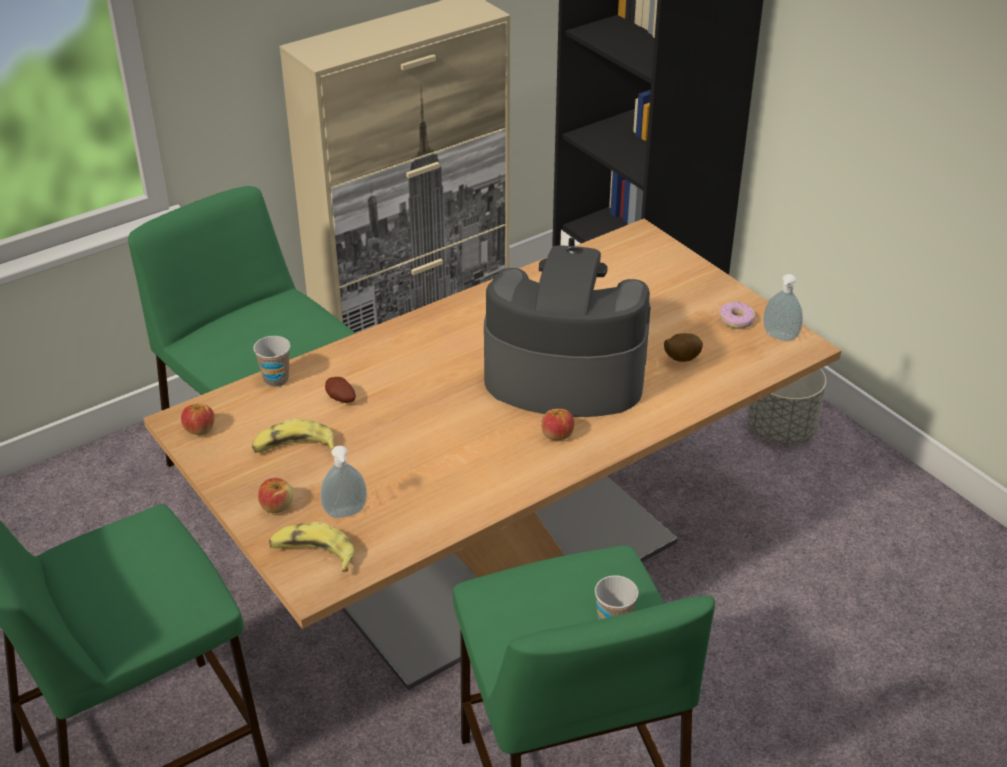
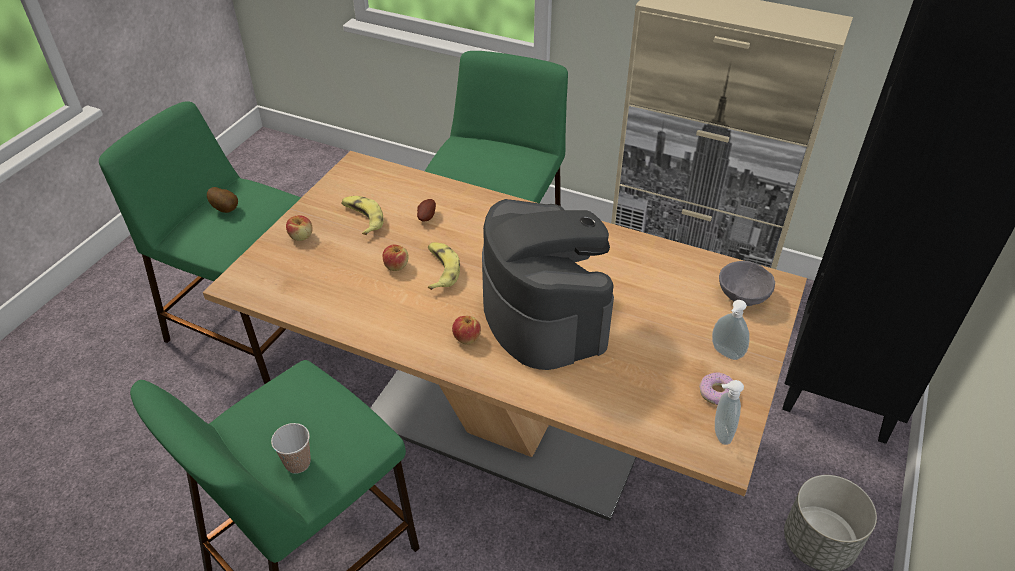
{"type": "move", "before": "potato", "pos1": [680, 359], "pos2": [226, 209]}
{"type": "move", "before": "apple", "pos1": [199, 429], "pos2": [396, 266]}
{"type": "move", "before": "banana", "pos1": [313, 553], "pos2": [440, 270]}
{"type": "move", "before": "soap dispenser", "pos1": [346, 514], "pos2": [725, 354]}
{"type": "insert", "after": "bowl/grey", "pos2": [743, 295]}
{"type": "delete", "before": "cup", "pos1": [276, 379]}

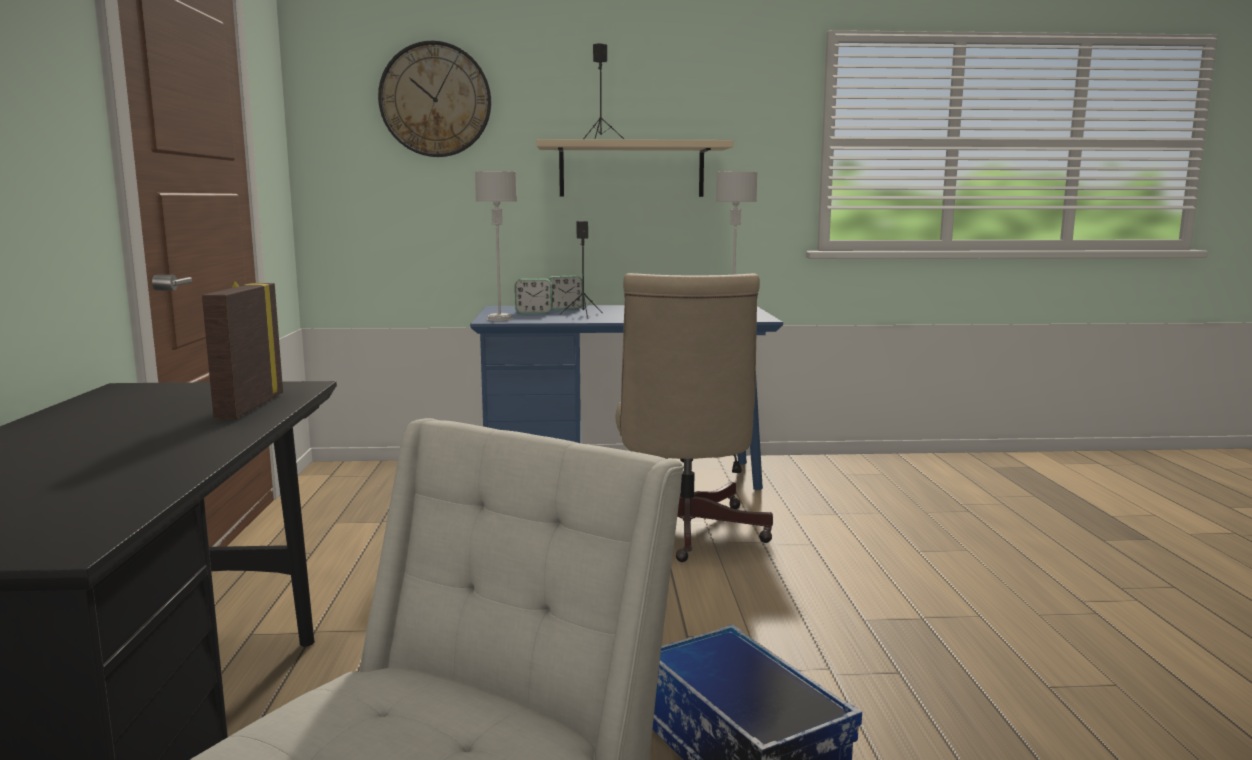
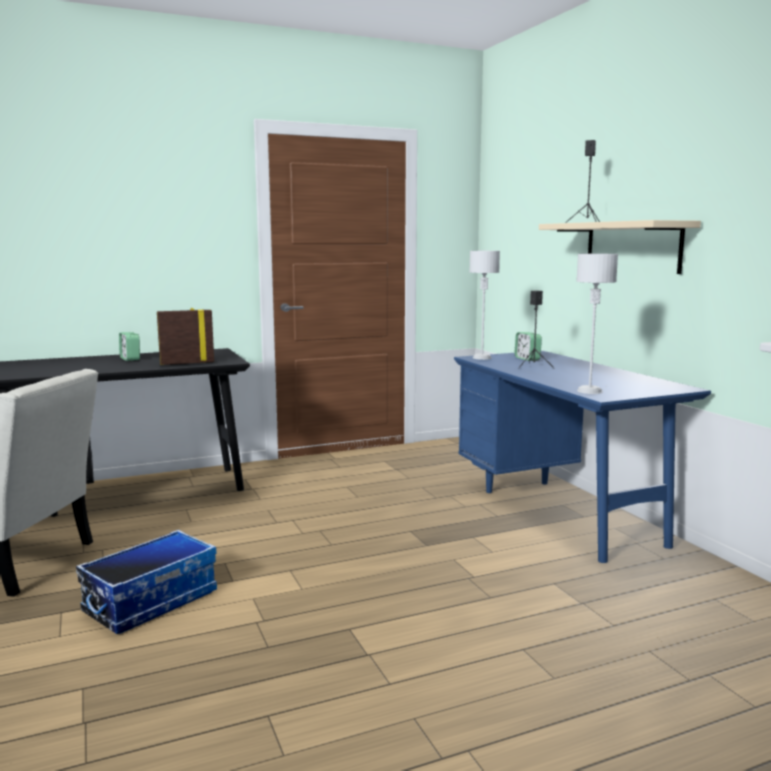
{"type": "move", "before": "alarm clock", "pos1": [564, 308], "pos2": [130, 359]}
{"type": "delete", "before": "wall clock", "pos1": [435, 100]}
{"type": "delete", "before": "office chair/beige", "pos1": [684, 534]}

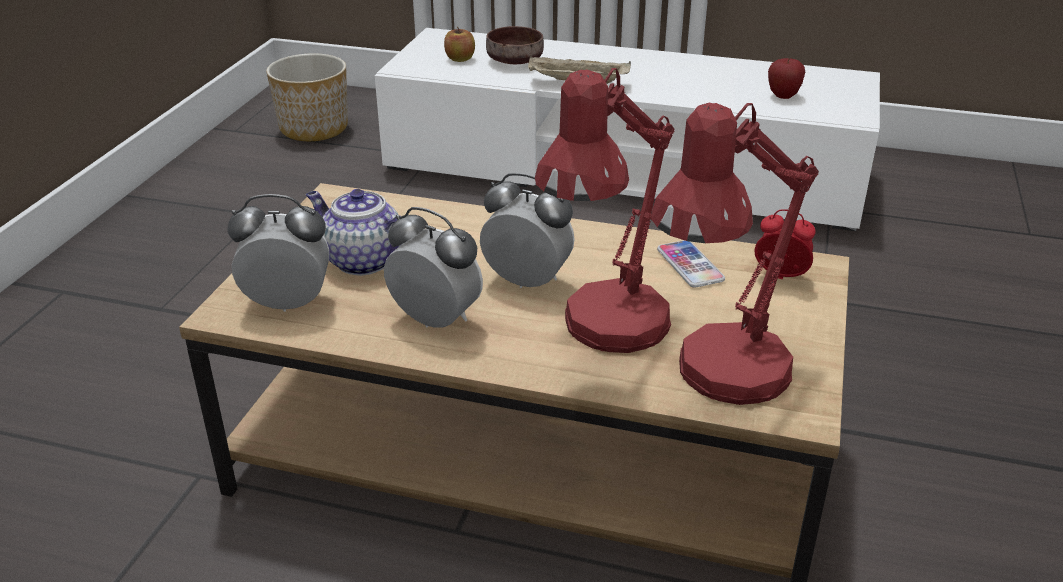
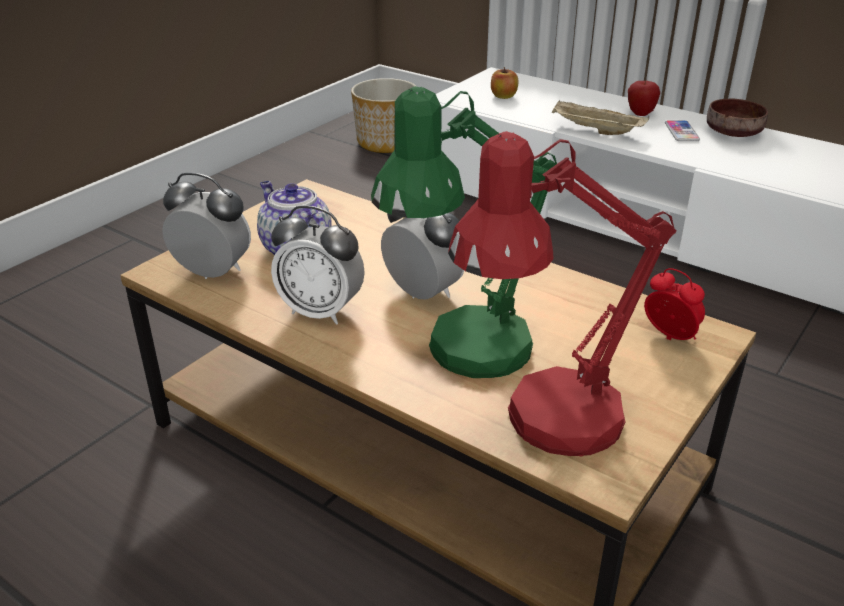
{"type": "rotate", "before": "alarm clock", "pos1": [435, 320], "pos2": [321, 311], "turn": 150}
{"type": "recolor", "before": "table lamp/red", "after": "table lamp/green", "pos1": [605, 333], "pos2": [462, 355]}
{"type": "move", "before": "apple", "pos1": [783, 96], "pos2": [640, 113]}
{"type": "move", "before": "phone", "pos1": [690, 265], "pos2": [681, 132]}
{"type": "move", "before": "bowl/brown", "pos1": [516, 60], "pos2": [734, 133]}

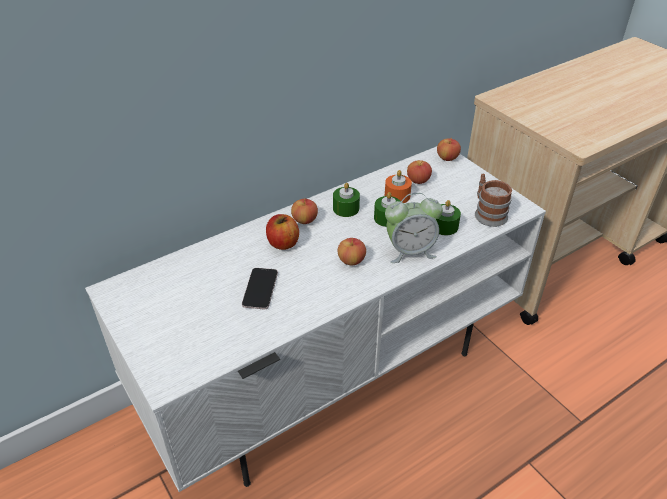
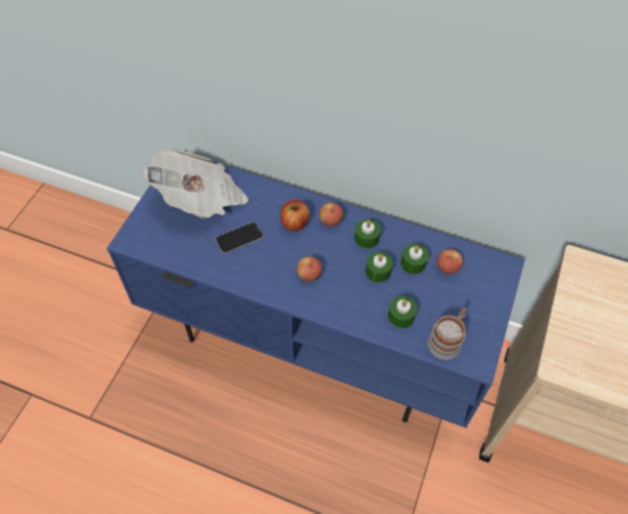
{"type": "recolor", "before": "tv stand/white", "after": "tv stand/blue", "pos1": [332, 371], "pos2": [316, 335]}
{"type": "insert", "after": "newspaper", "pos2": [201, 199]}
{"type": "recolor", "before": "candle/orange", "after": "candle/green", "pos1": [397, 196], "pos2": [413, 263]}
{"type": "delete", "before": "alarm clock", "pos1": [410, 251]}
{"type": "delete", "before": "apple", "pos1": [447, 158]}

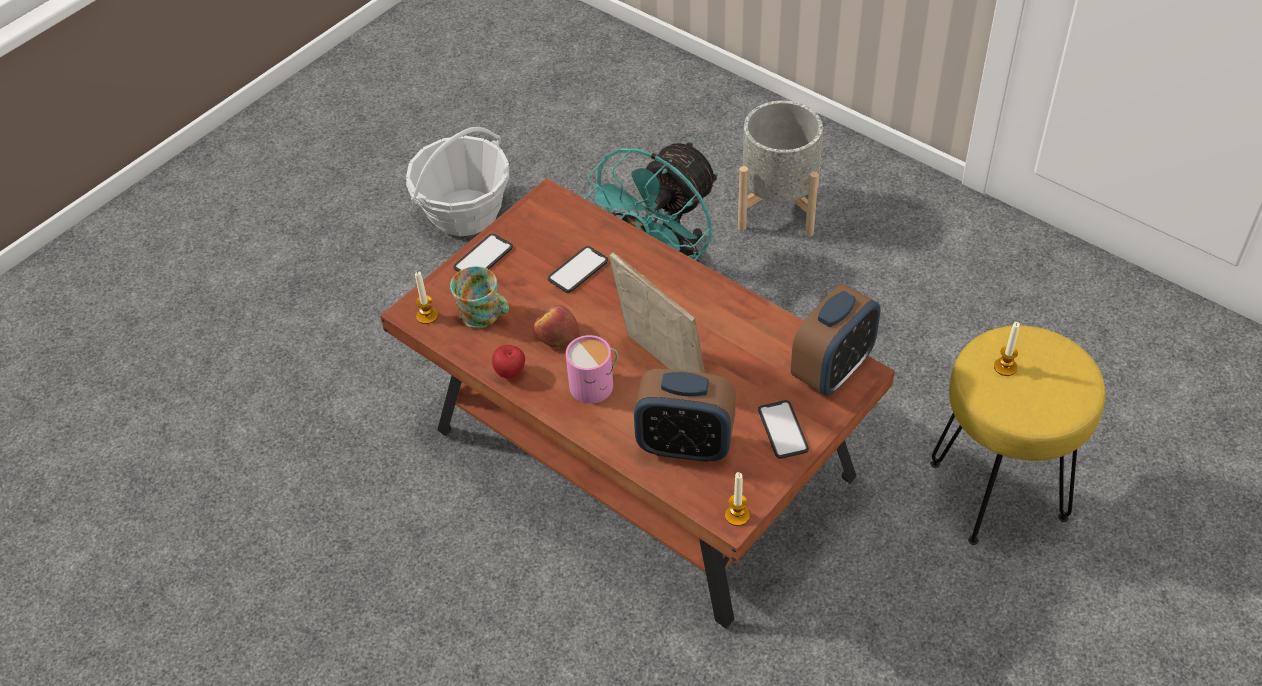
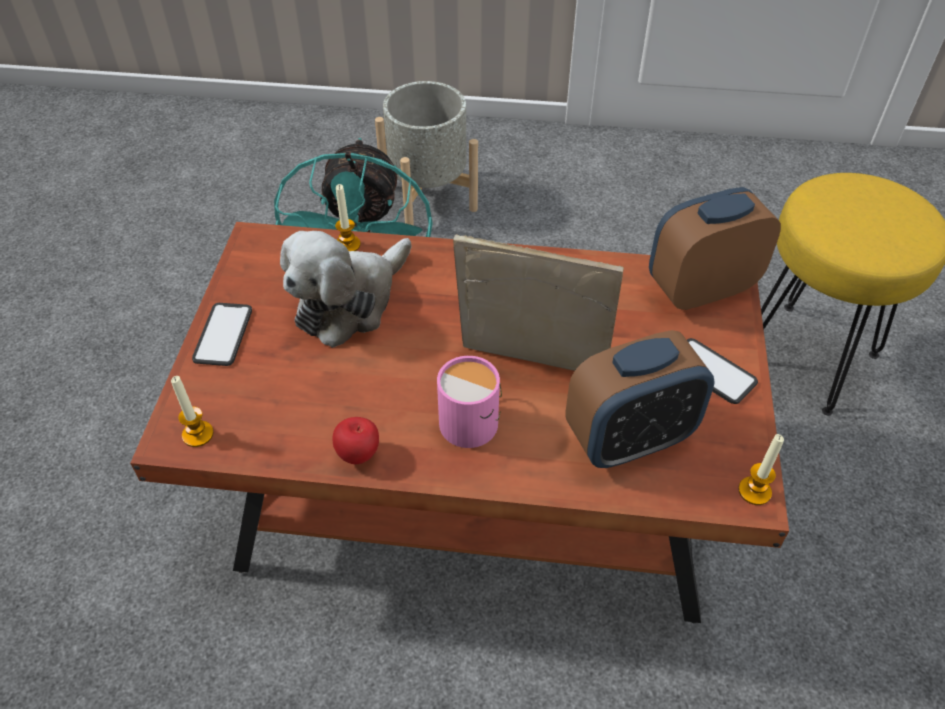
{"type": "replace", "before": "phone", "after": "plush toy", "pos1": [578, 270], "pos2": [349, 302]}
{"type": "move", "before": "candle", "pos1": [1005, 367], "pos2": [347, 245]}
{"type": "rotate", "before": "alarm clock", "pos1": [832, 370], "pos2": [701, 289], "turn": -120}
{"type": "delete", "before": "basket", "pos1": [464, 213]}
{"type": "delete", "before": "mug", "pos1": [484, 316]}
{"type": "delete", "before": "apple", "pos1": [556, 335]}

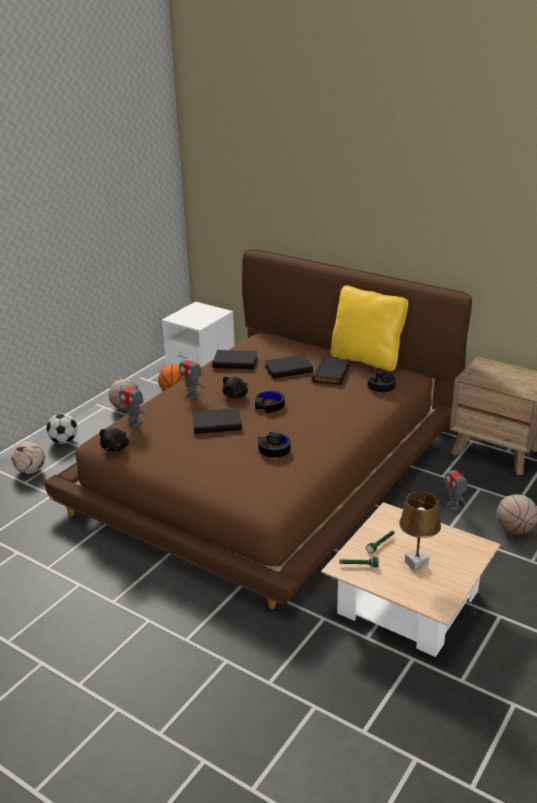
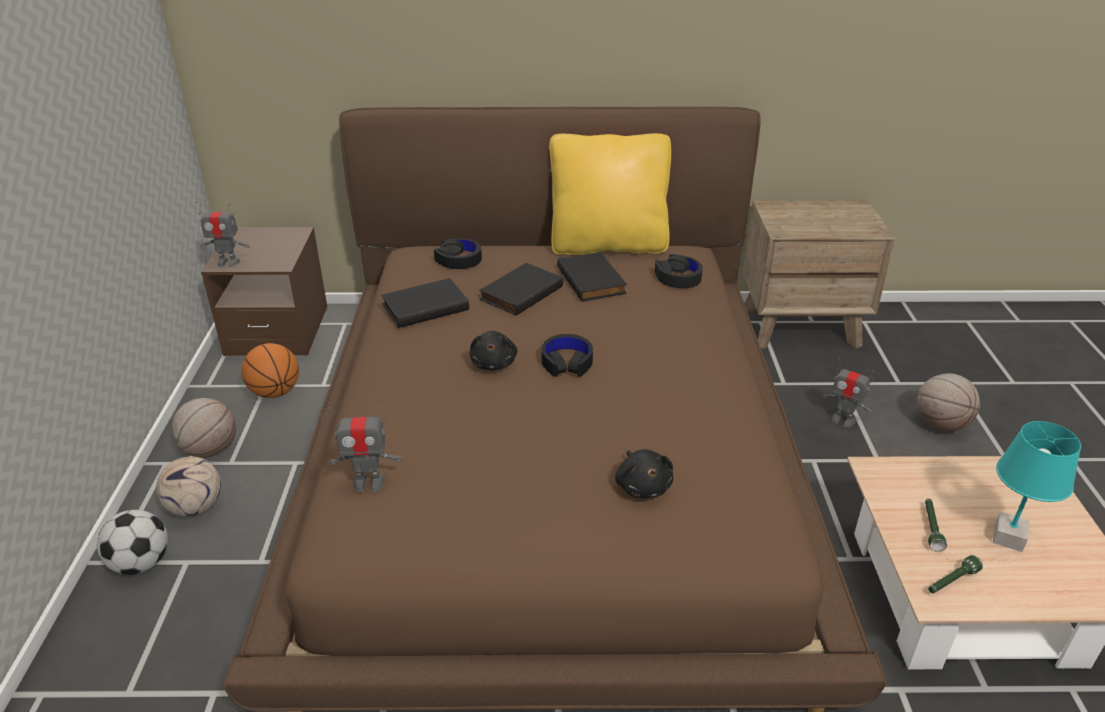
{"type": "move", "before": "football", "pos1": [30, 470], "pos2": [195, 507]}
{"type": "move", "before": "toy robot", "pos1": [192, 394], "pos2": [228, 262]}
{"type": "recolor", "before": "nightstand/white", "after": "nightstand/brown", "pos1": [201, 364], "pos2": [277, 331]}
{"type": "move", "before": "headphones/black", "pos1": [274, 449], "pos2": [458, 260]}
{"type": "move", "before": "plush toy/black", "pos1": [116, 447], "pos2": [643, 486]}
{"type": "recolor", "before": "table lamp/brown", "after": "table lamp/turquoise", "pos1": [416, 563], "pos2": [1007, 537]}
{"type": "delete", "before": "book/black", "pos1": [217, 423]}

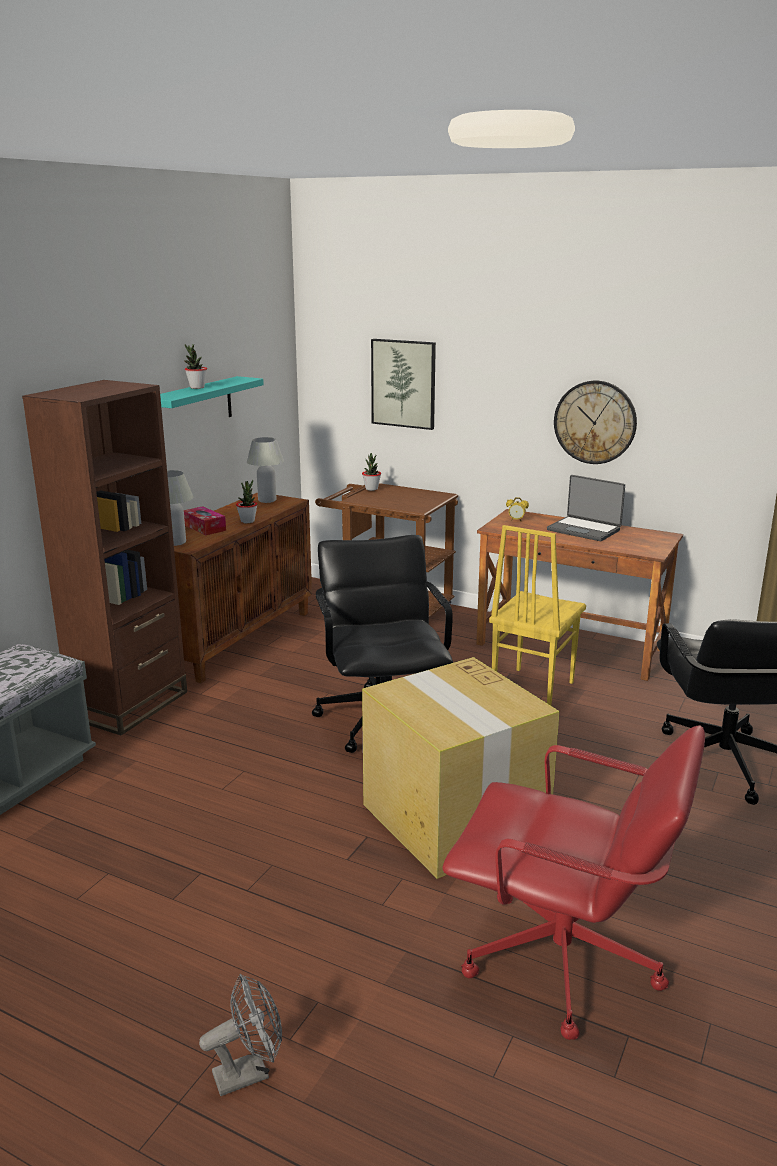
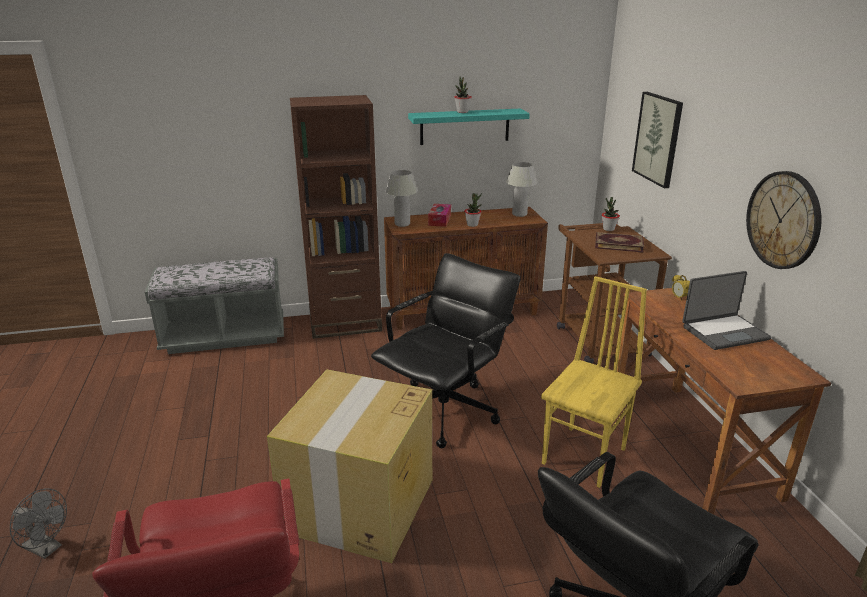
{"type": "rotate", "before": "chair/yellow", "pos1": [531, 689], "pos2": [585, 456], "turn": 135}
{"type": "insert", "after": "book", "pos2": [618, 244]}
{"type": "rotate", "before": "laptop", "pos1": [584, 530], "pos2": [724, 332], "turn": -105}

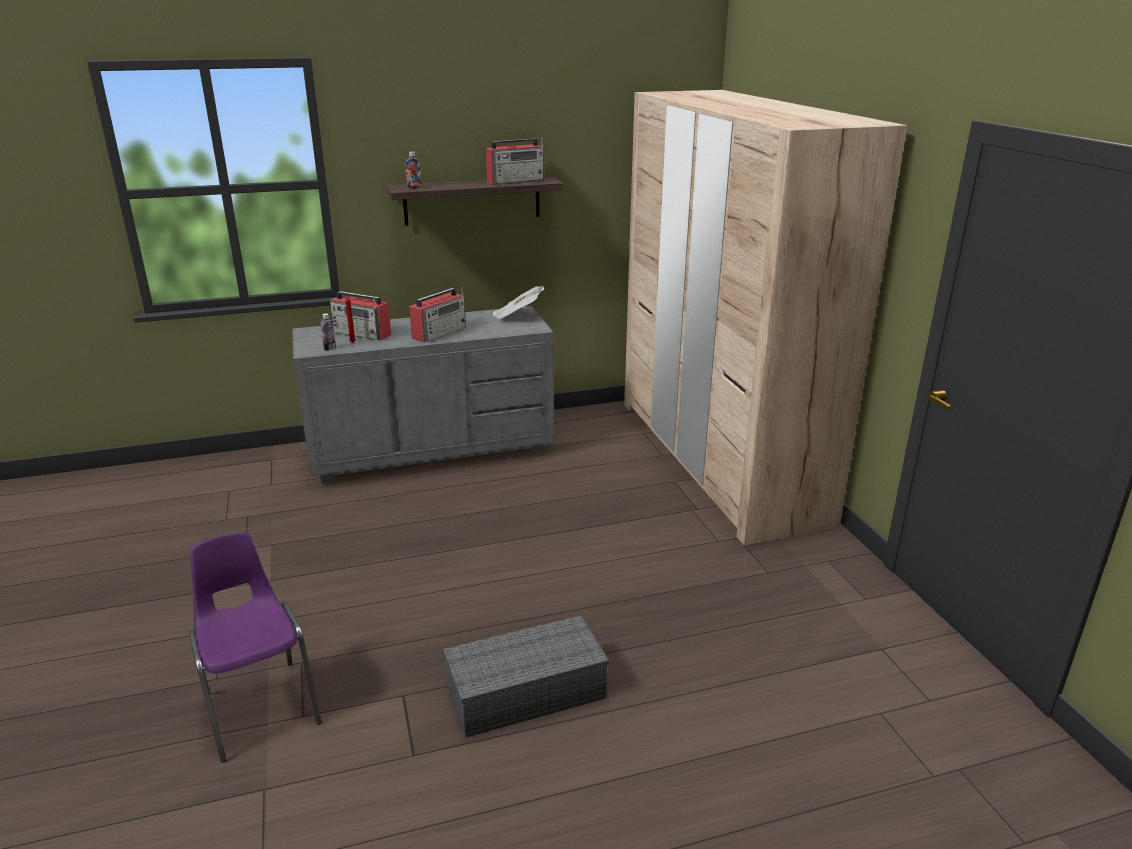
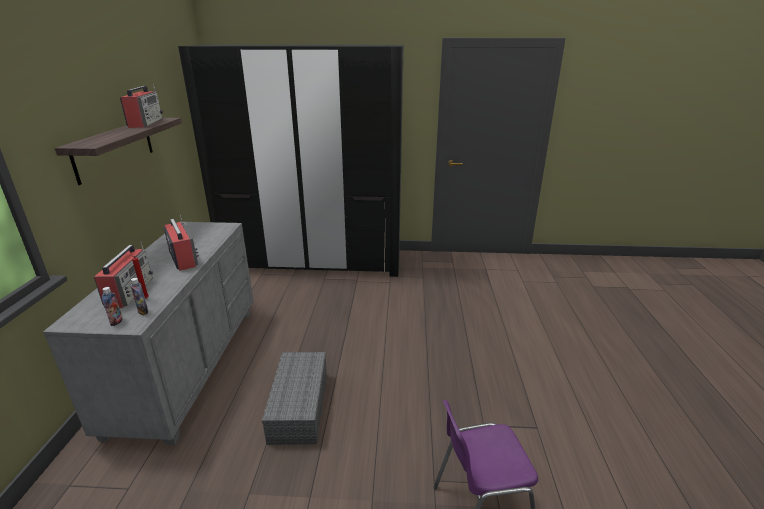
{"type": "rotate", "before": "radio", "pos1": [363, 334], "pos2": [130, 291], "turn": -45}
{"type": "move", "before": "bottle", "pos1": [414, 188], "pos2": [116, 321]}
{"type": "recolor", "before": "wardrobe/beige", "after": "wardrobe/black", "pos1": [717, 459], "pos2": [313, 261]}
{"type": "move", "before": "storage box/grey", "pos1": [527, 690], "pos2": [298, 405]}
{"type": "delete", "before": "newspaper", "pos1": [517, 316]}

